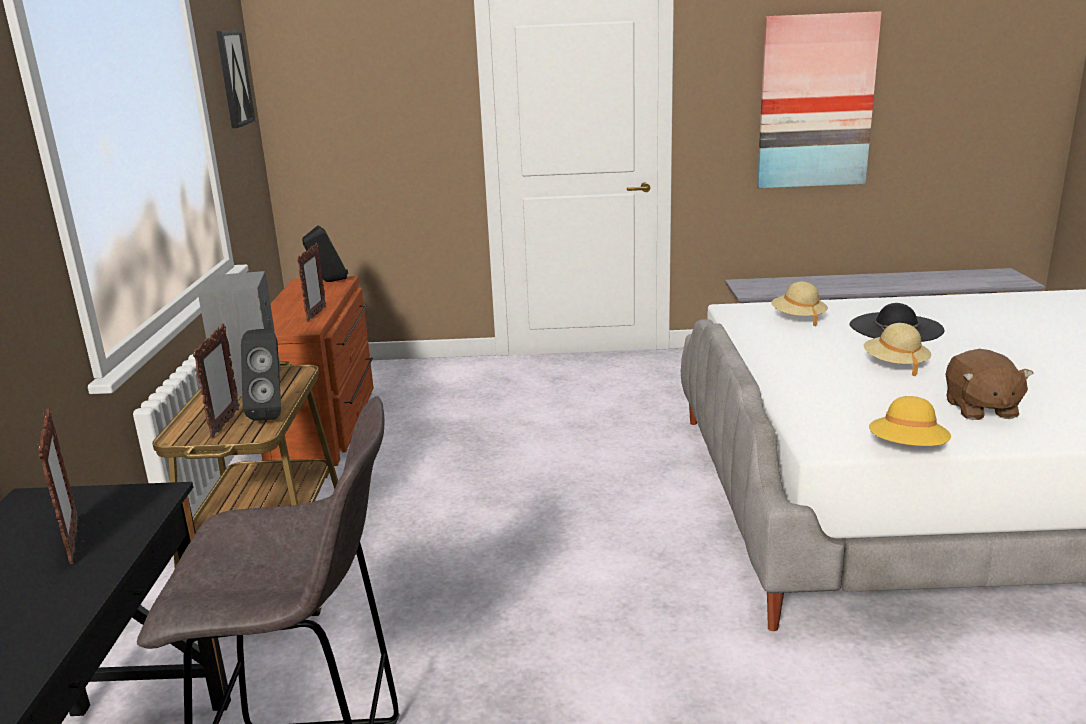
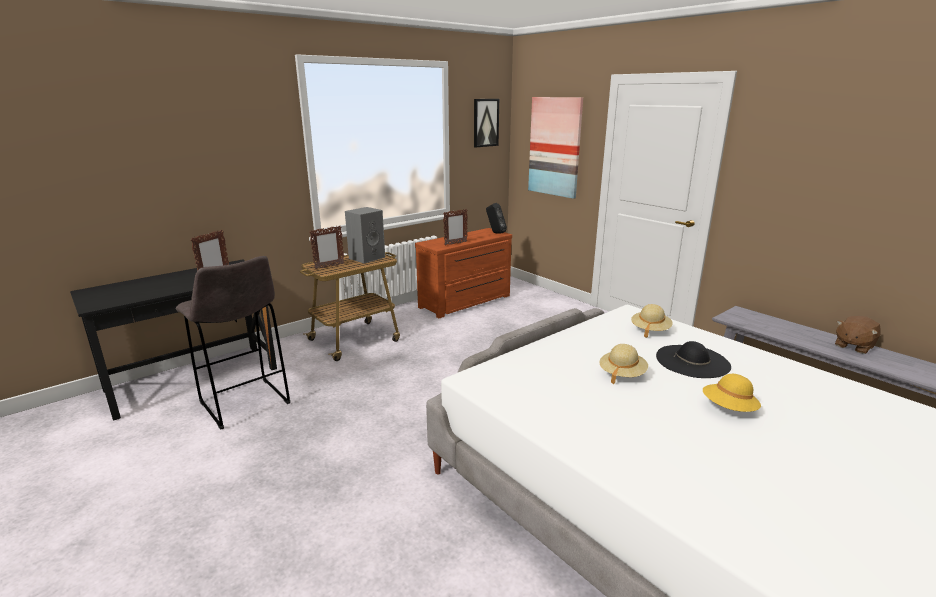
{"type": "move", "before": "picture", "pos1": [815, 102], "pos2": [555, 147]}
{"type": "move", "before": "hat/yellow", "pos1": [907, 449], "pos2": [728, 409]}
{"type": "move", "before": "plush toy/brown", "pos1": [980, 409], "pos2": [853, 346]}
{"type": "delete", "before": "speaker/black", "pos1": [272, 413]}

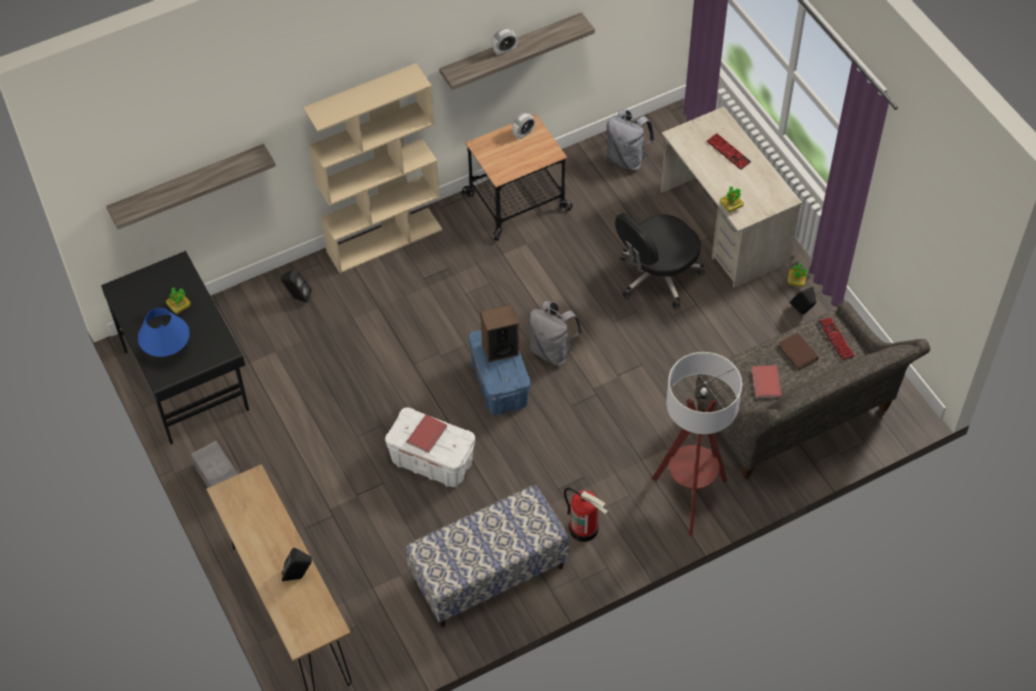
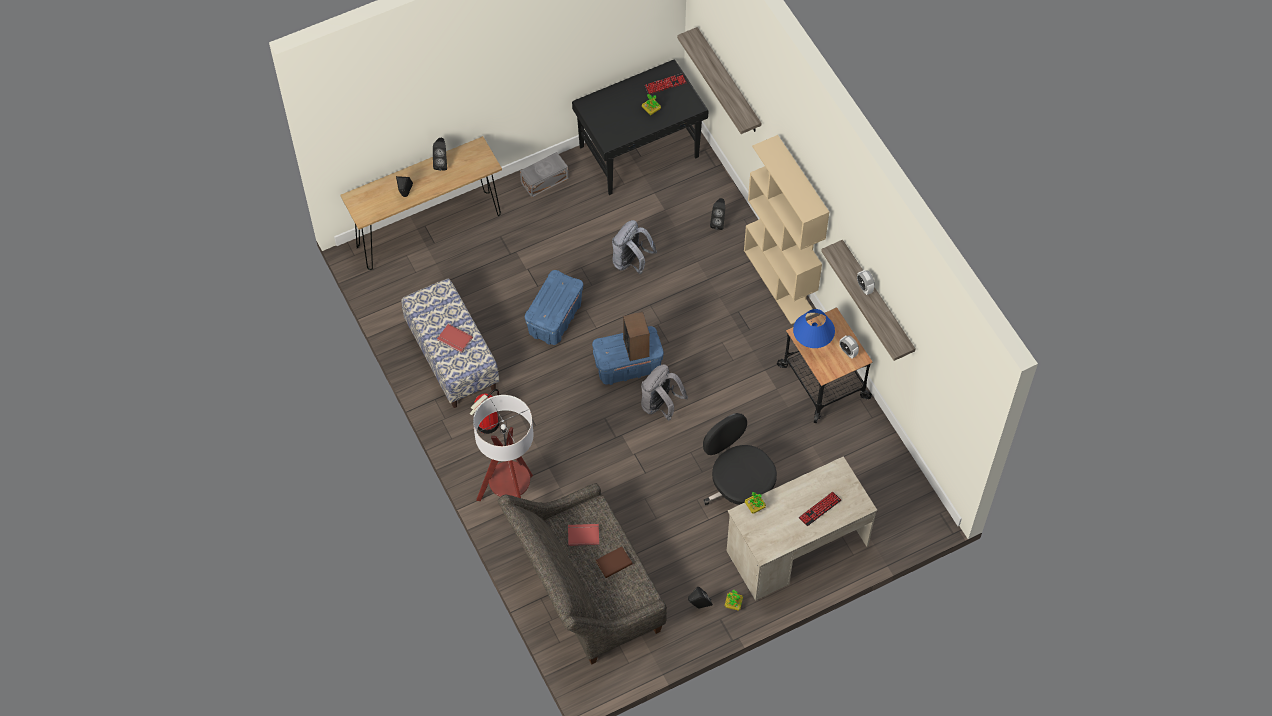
{"type": "insert", "after": "speaker/black", "pos2": [441, 163]}
{"type": "move", "before": "book/red", "pos1": [428, 435], "pos2": [454, 339]}
{"type": "recolor", "before": "storage box/white", "after": "storage box/blue", "pos1": [431, 462], "pos2": [555, 318]}
{"type": "move", "before": "backpack/grey", "pos1": [627, 159], "pos2": [631, 262]}
{"type": "move", "before": "keyboard", "pos1": [835, 339], "pos2": [665, 84]}
{"type": "move", "before": "table lamp/blue", "pos1": [168, 351], "pos2": [812, 341]}

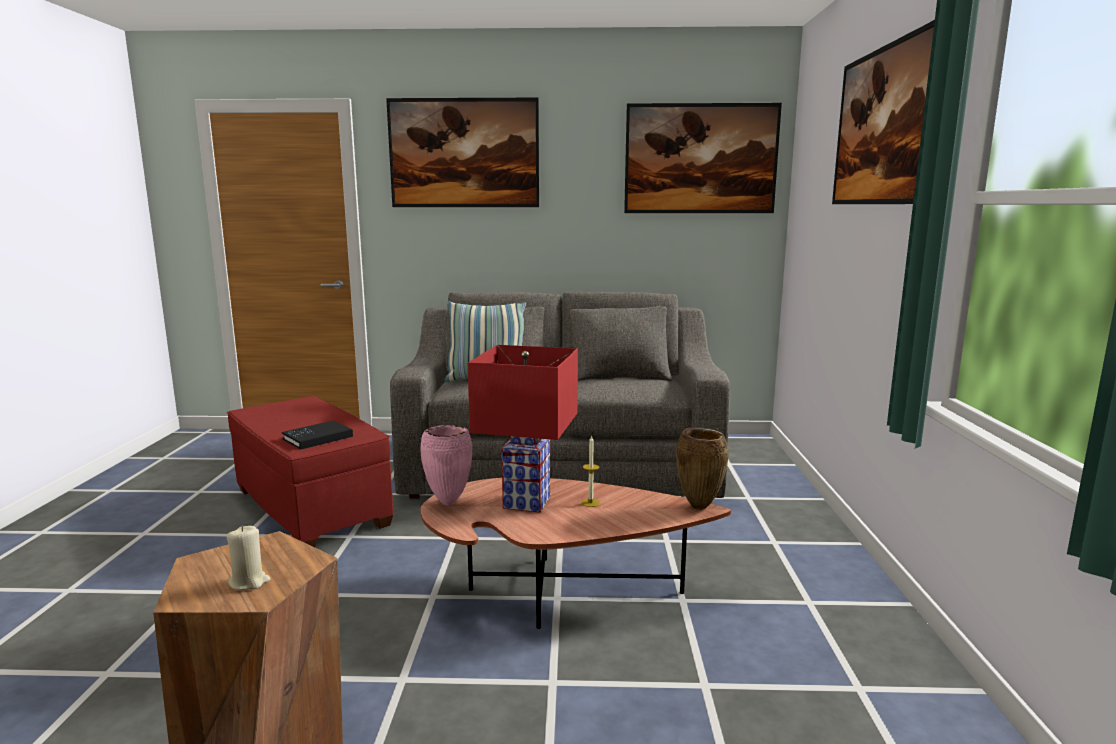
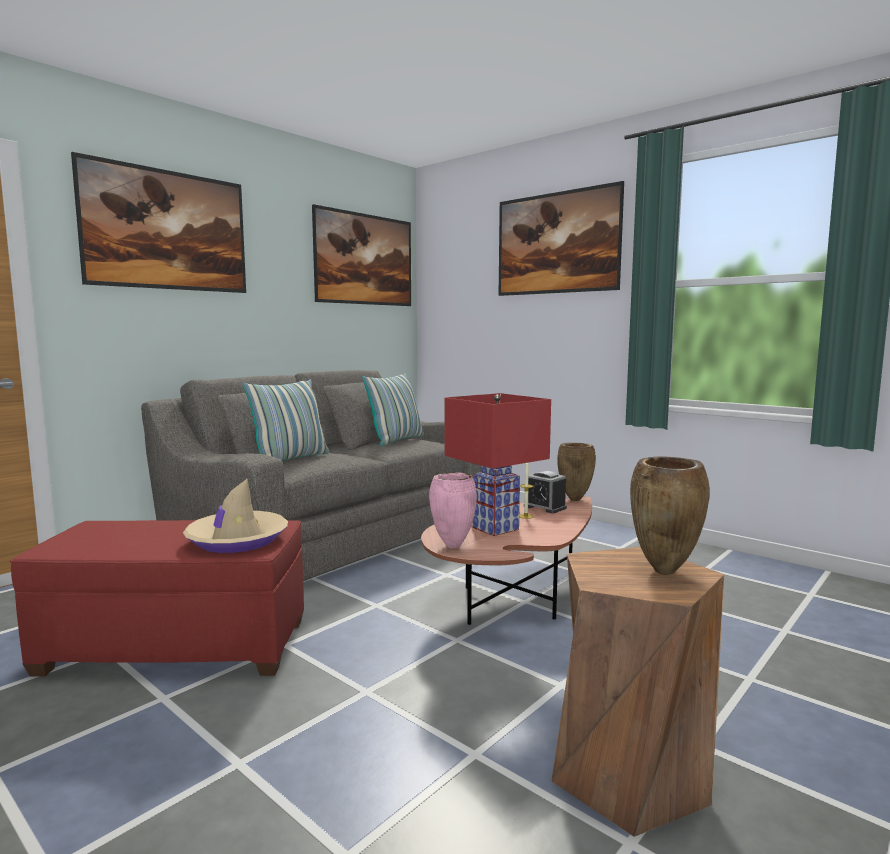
{"type": "replace", "before": "book/black", "after": "hat/beige", "pos1": [318, 437], "pos2": [237, 540]}
{"type": "insert", "after": "pillow", "pos2": [396, 440]}
{"type": "insert", "after": "alarm clock", "pos2": [545, 507]}
{"type": "replace", "before": "candle/beige", "after": "vase/brown", "pos1": [249, 582], "pos2": [665, 572]}

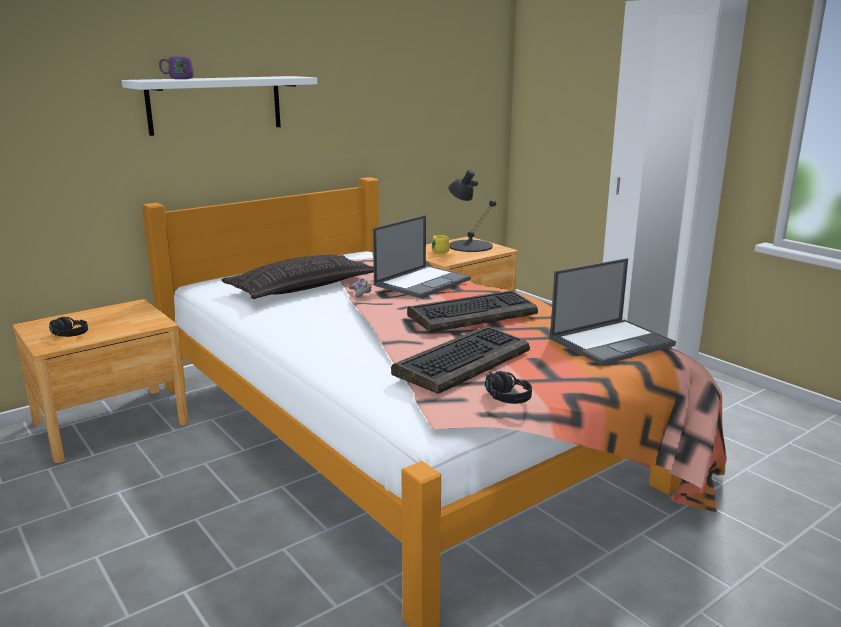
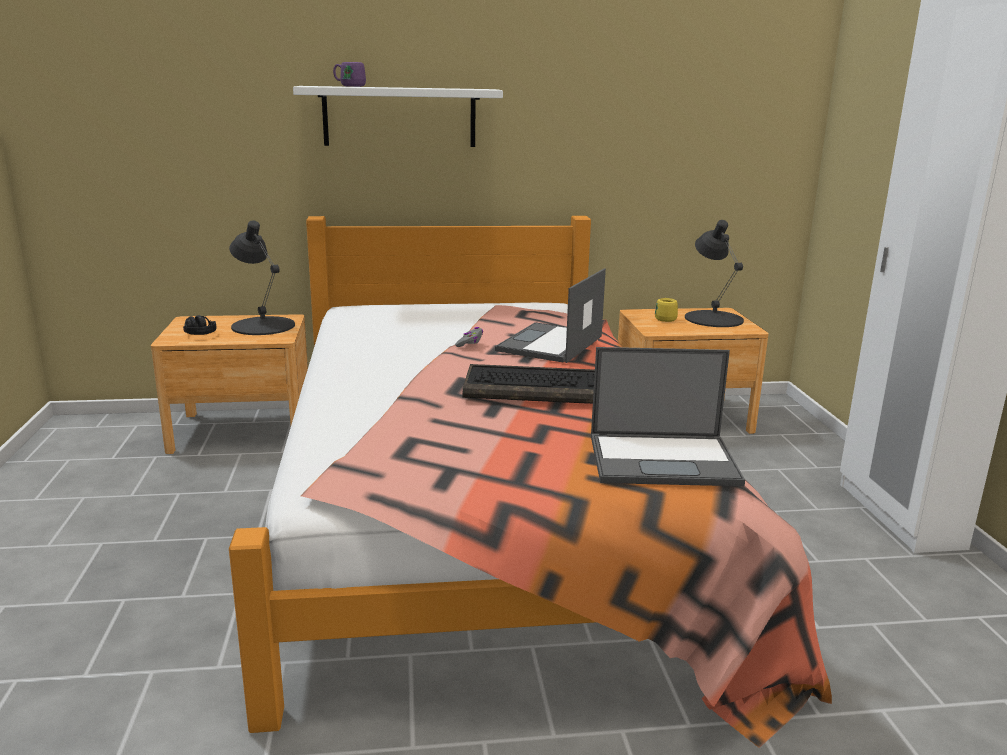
{"type": "insert", "after": "table lamp/black", "pos2": [263, 325]}
{"type": "rotate", "before": "laptop", "pos1": [423, 282], "pos2": [550, 344], "turn": 135}
{"type": "delete", "before": "pillow", "pos1": [302, 287]}
{"type": "delete", "before": "keyboard", "pos1": [462, 361]}
{"type": "delete", "before": "headphones/black", "pos1": [502, 395]}

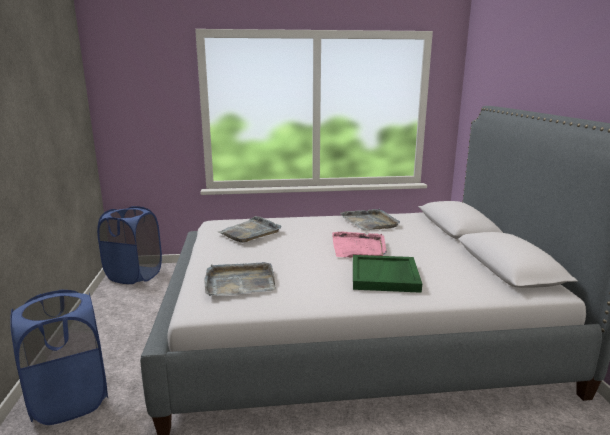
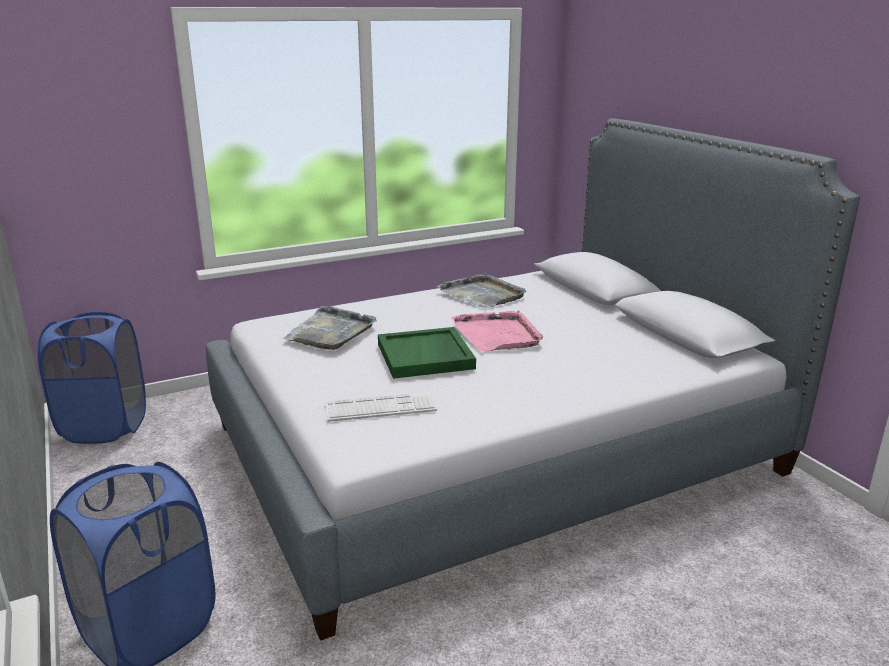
{"type": "replace", "before": "tray/grey", "after": "keyboard", "pos1": [239, 282], "pos2": [380, 408]}
{"type": "move", "before": "tray/green", "pos1": [385, 276], "pos2": [426, 356]}

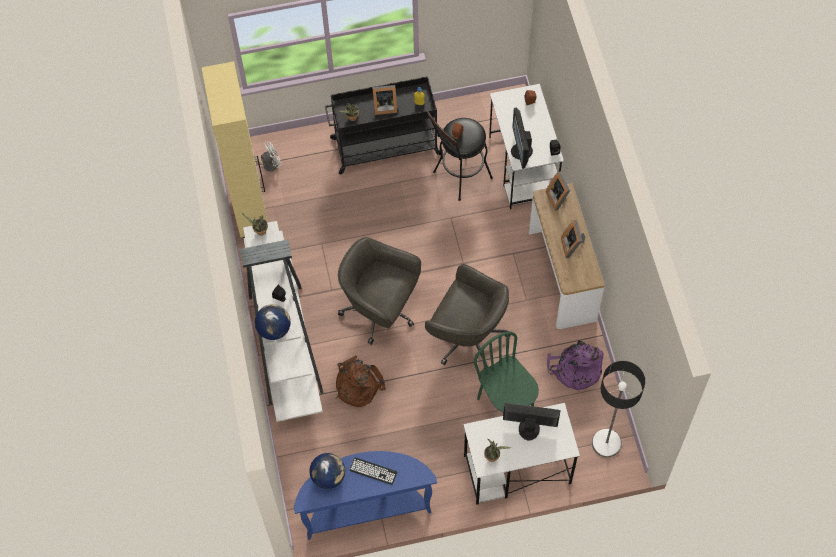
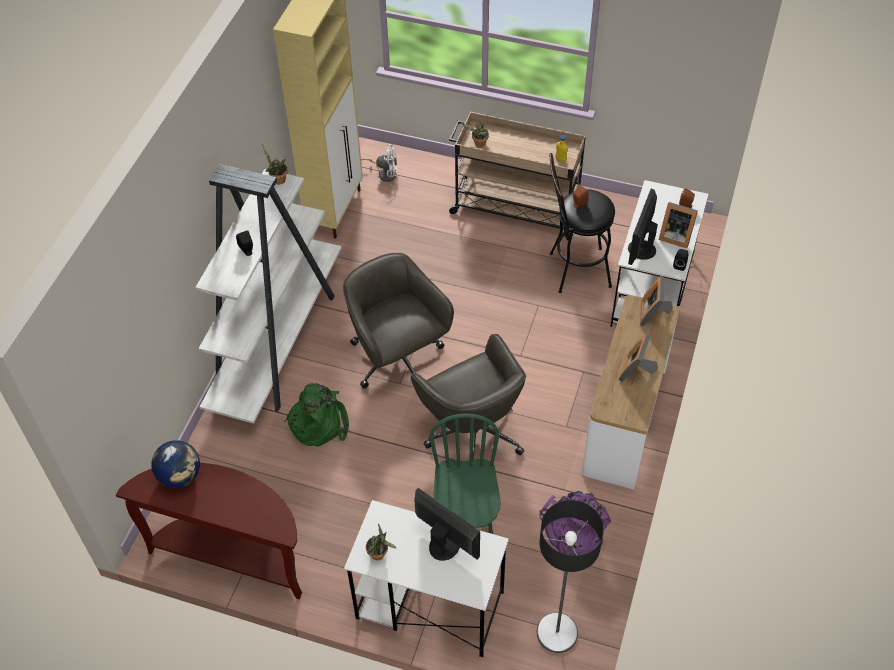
{"type": "recolor", "before": "console table/blue", "after": "console table/brown", "pos1": [366, 508], "pos2": [233, 555]}
{"type": "recolor", "before": "backpack/brown", "after": "backpack/green", "pos1": [357, 385], "pos2": [319, 421]}
{"type": "recolor", "before": "cart/black", "after": "cart/beige", "pos1": [384, 146], "pos2": [515, 208]}
{"type": "move", "before": "picture frame", "pos1": [384, 106], "pos2": [675, 236]}
{"type": "delete", "before": "globe", "pos1": [274, 329]}
{"type": "delete", "before": "keyboard", "pos1": [373, 471]}

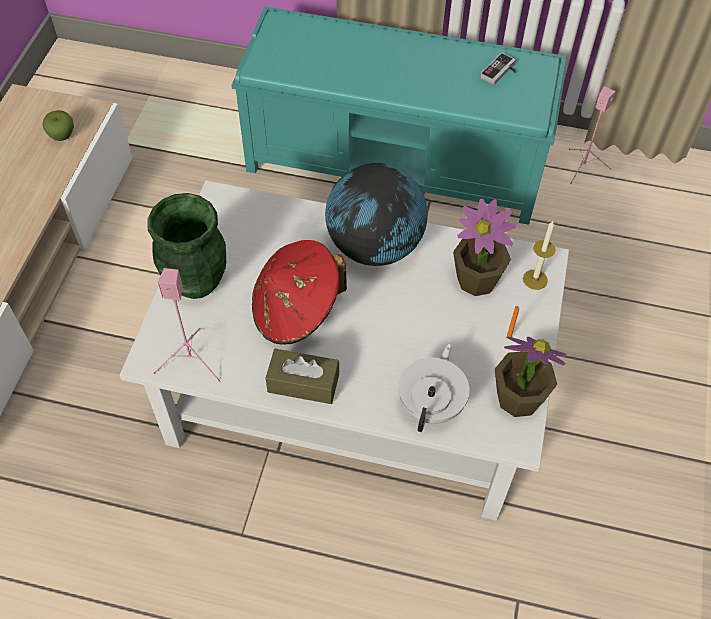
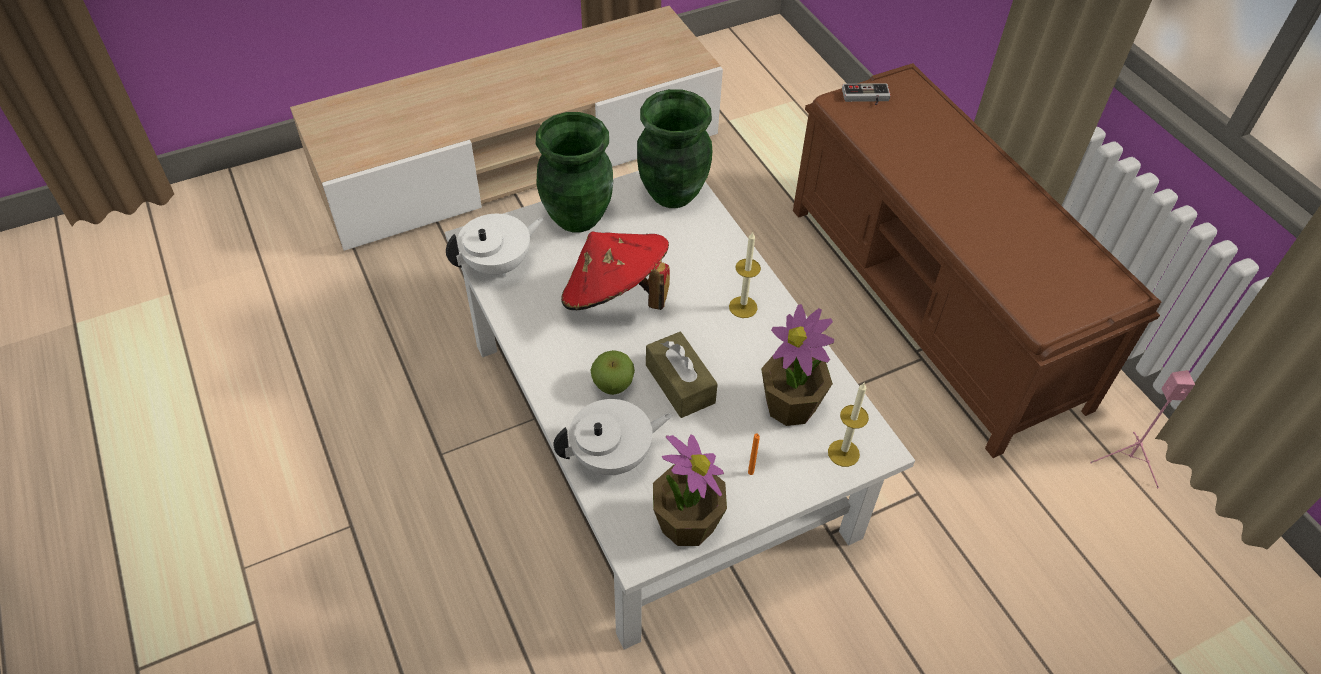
{"type": "replace", "before": "speaker/pink", "after": "teapot/white", "pos1": [192, 361], "pos2": [499, 264]}
{"type": "move", "before": "apple", "pos1": [62, 136], "pos2": [613, 386]}
{"type": "insert", "after": "vase/green", "pos2": [671, 193]}
{"type": "move", "before": "tissue box/brown", "pos1": [303, 383], "pos2": [680, 384]}
{"type": "replace", "before": "globe", "after": "candle", "pos1": [375, 246], "pos2": [743, 307]}
{"type": "recolor", "before": "bench/turquoise", "after": "bench/brown", "pos1": [397, 162], "pos2": [934, 305]}
{"type": "move", "before": "game controller", "pos1": [500, 72], "pos2": [866, 98]}

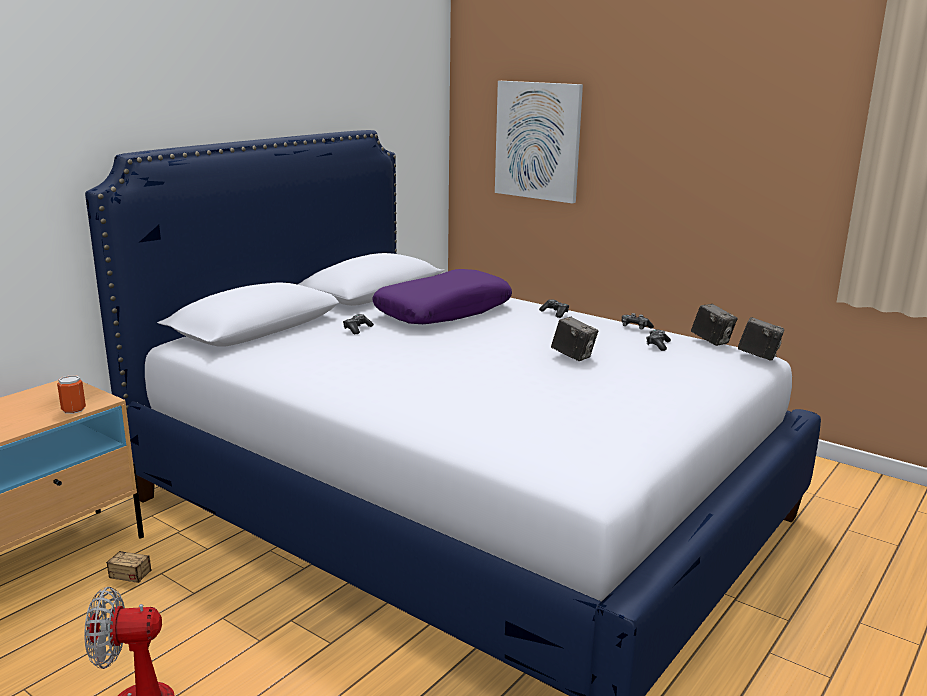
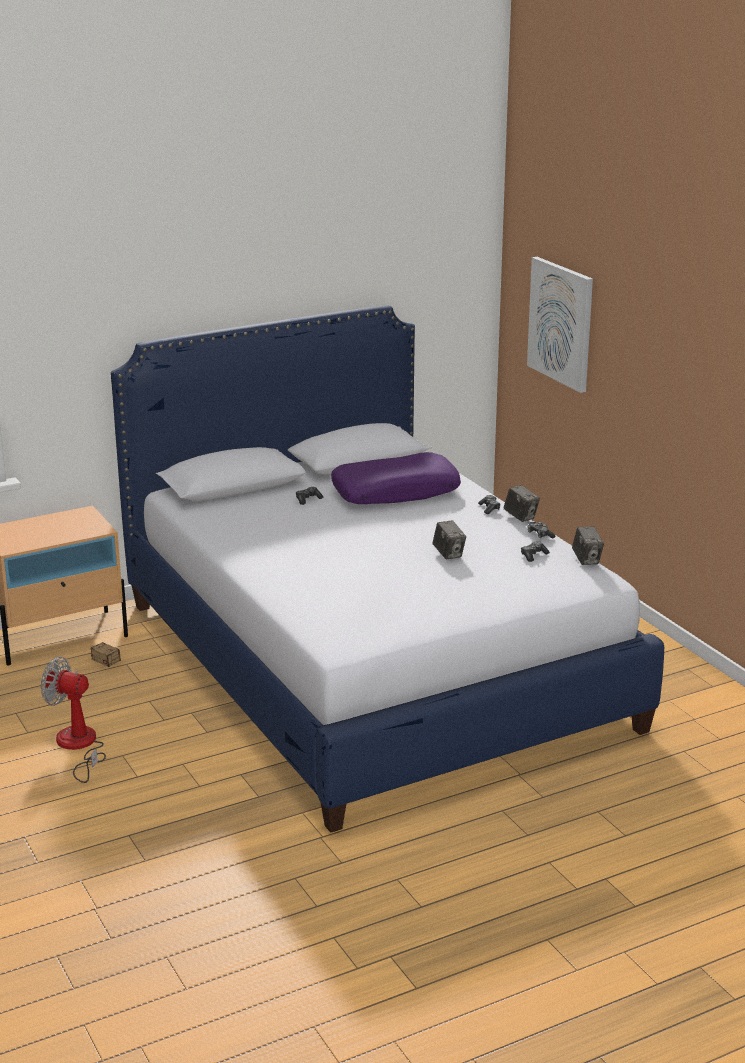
{"type": "move", "before": "photo camera", "pos1": [758, 356], "pos2": [520, 517]}
{"type": "delete", "before": "can", "pos1": [73, 409]}

